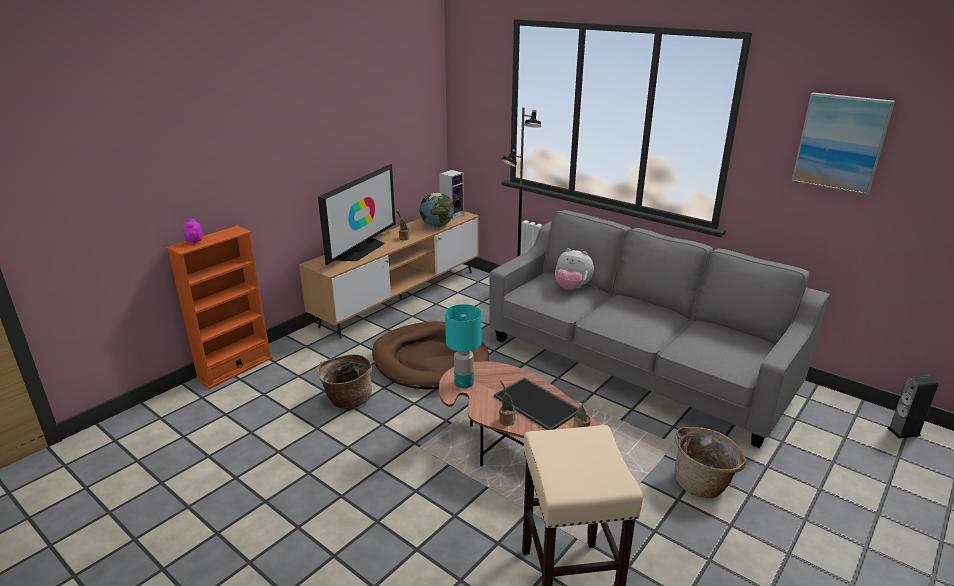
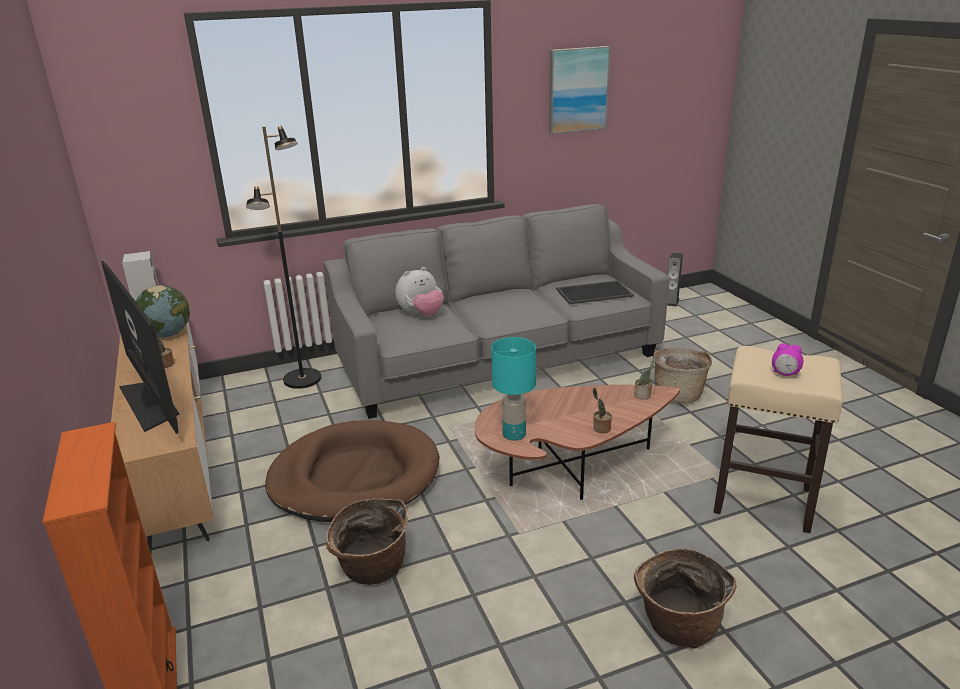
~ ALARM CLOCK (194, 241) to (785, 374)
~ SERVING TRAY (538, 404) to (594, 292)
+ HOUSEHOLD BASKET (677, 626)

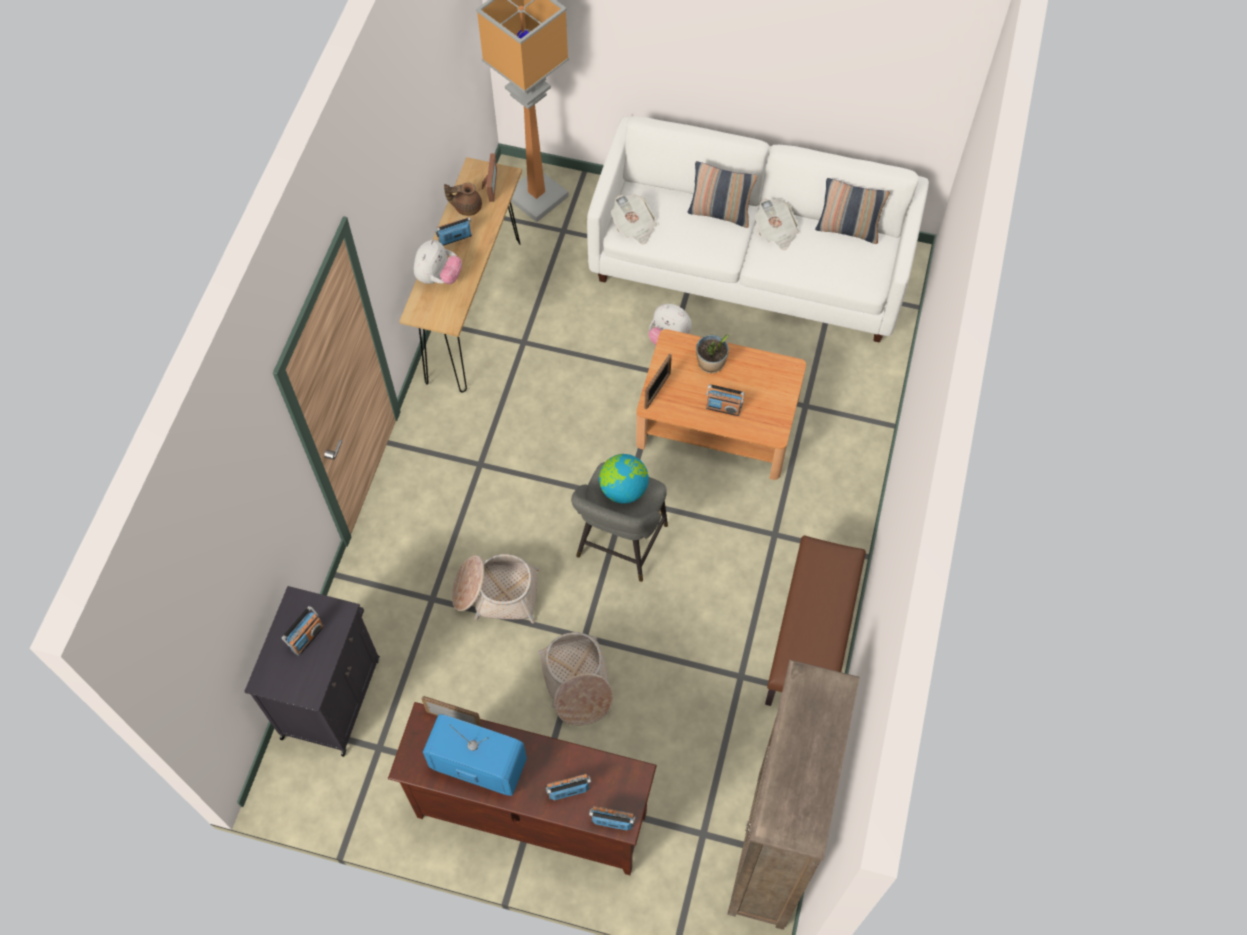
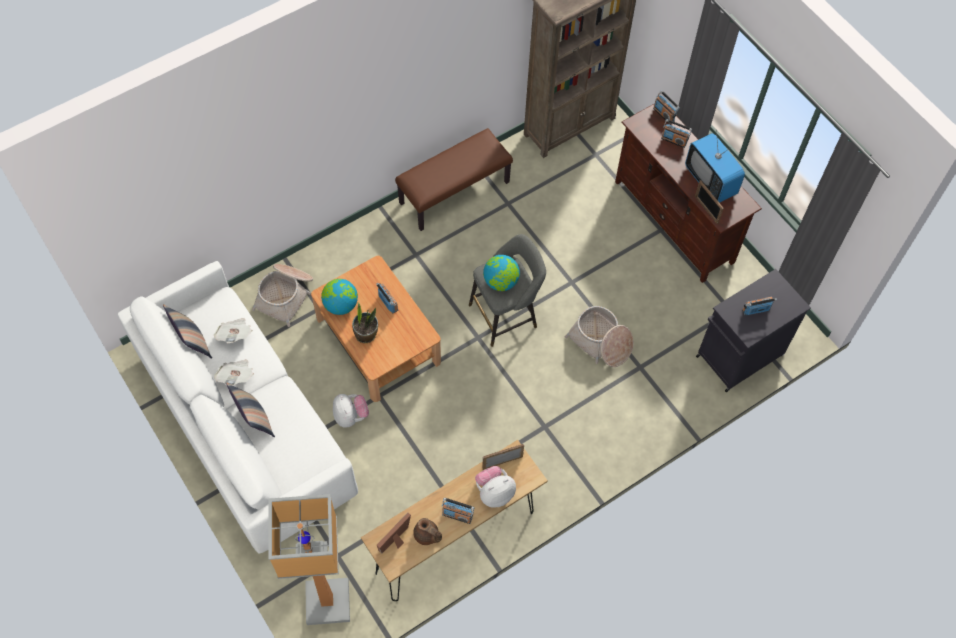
~ DAILY PAPER (634, 227) to (235, 335)
~ PICTURE FRAME (657, 390) to (502, 462)
~ HOUSEHOLD BASKET (577, 683) to (286, 295)
+ WORLD GLOBE (341, 305)

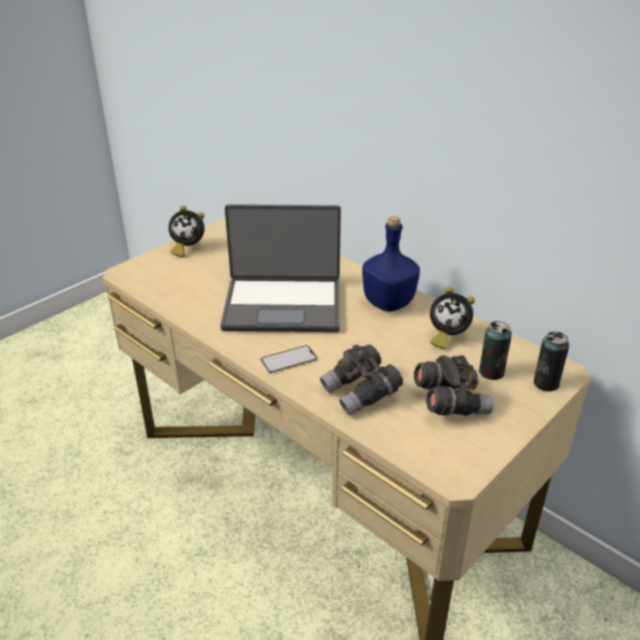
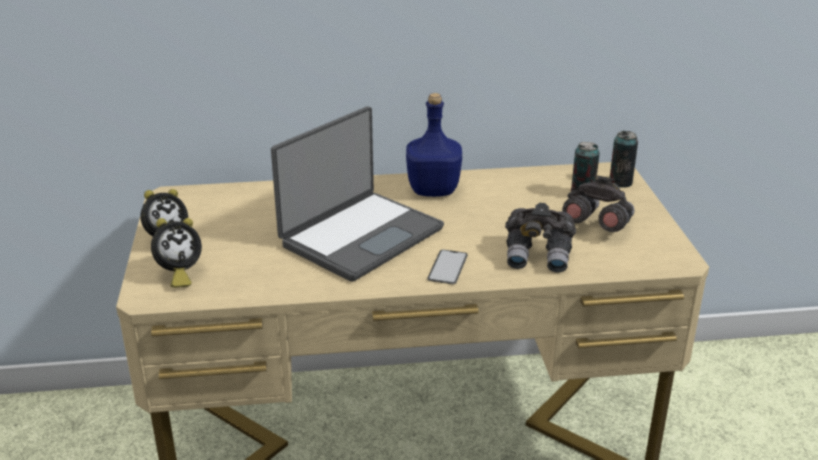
~ ALARM CLOCK (446, 336) to (178, 275)

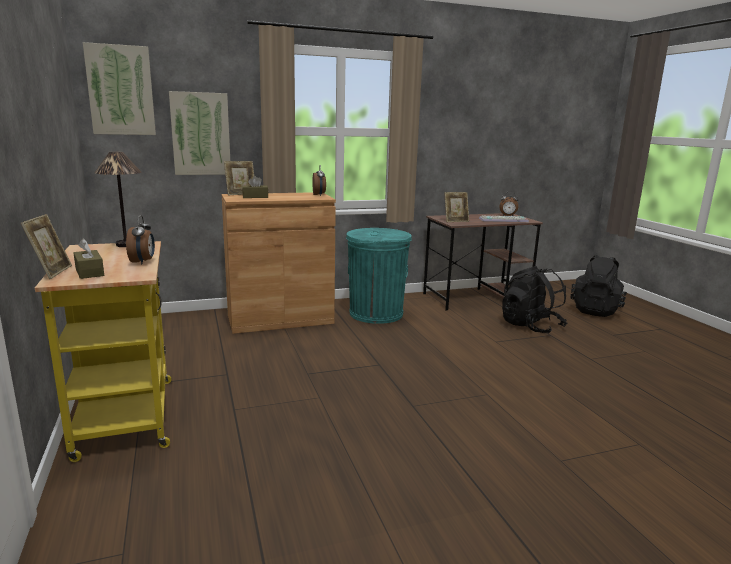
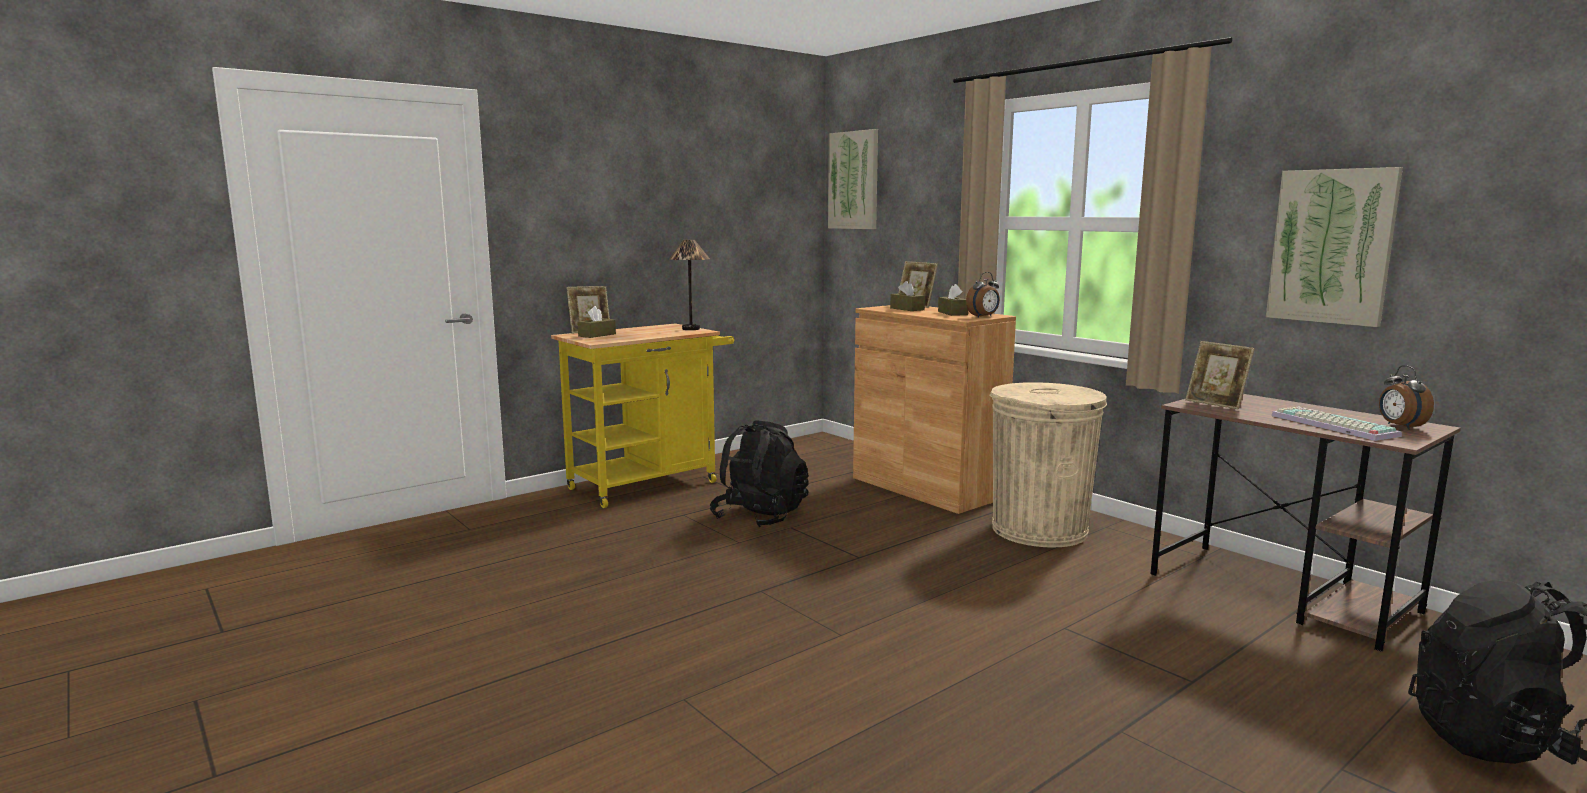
~ PICTURE (200, 134) to (1332, 246)
- ALARM CLOCK (143, 262)
~ BLUE-GREEN TRASH CAN (376, 313) to SAND-COLOURED TRASH CAN (1039, 530)
~ BLACKISH RUCKSACK (530, 326) to (760, 517)
+ BROWNISH TISSUE BOX (952, 313)

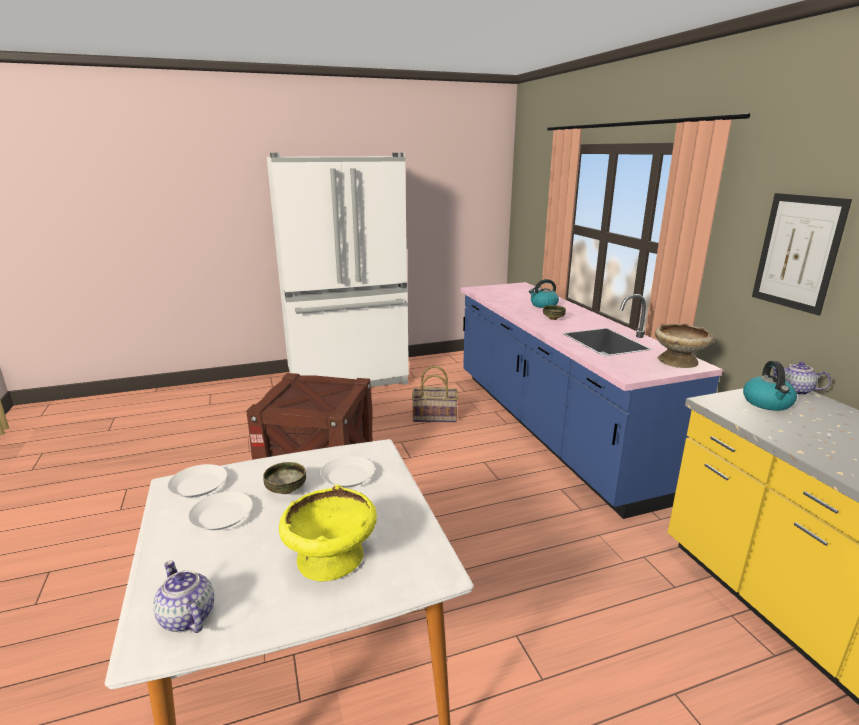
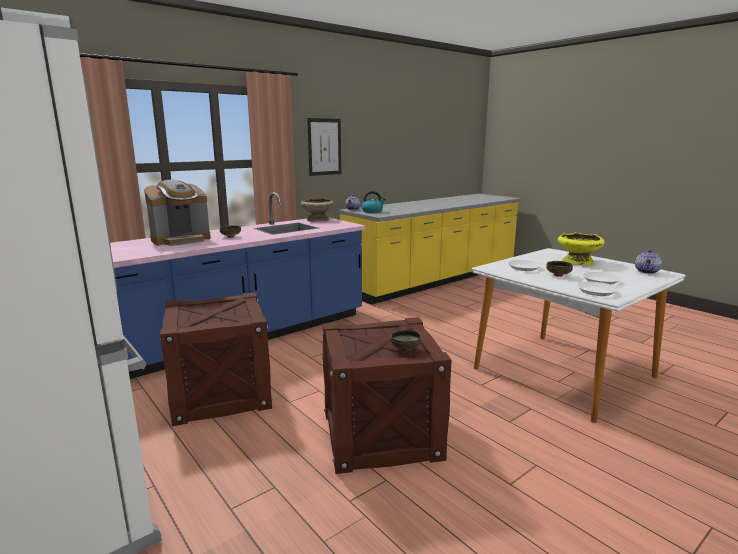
~ TEA KETTLE (543, 305) to COFFEE BREWER (181, 240)
~ HOUSEHOLD BASKET (435, 416) to PACKING CRATE (221, 394)
+ DEEP DISH (405, 349)

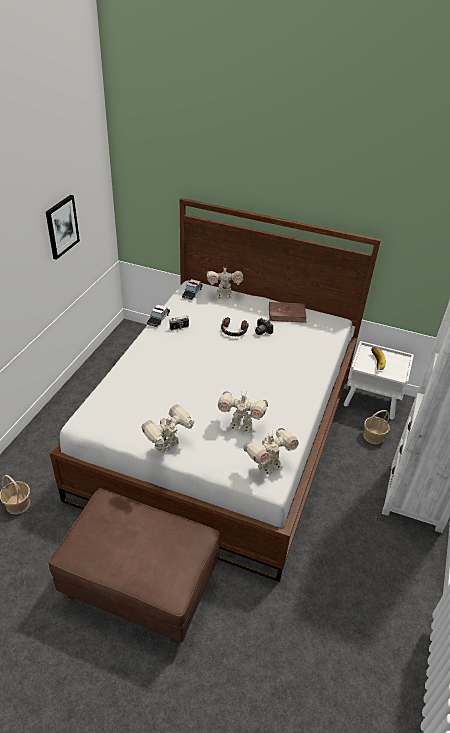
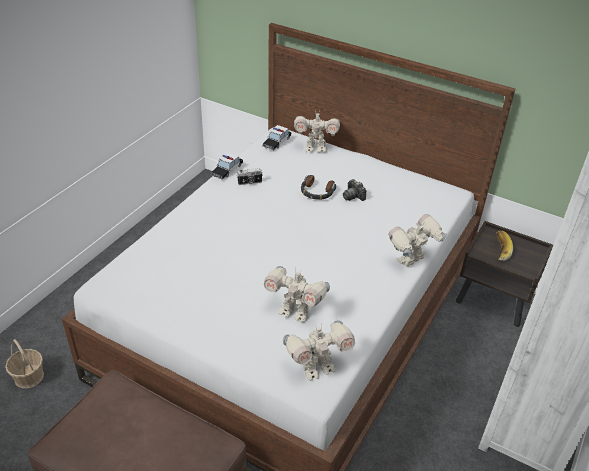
- PICTURE (61, 226)
- BROWNISH BOOK (287, 314)
~ WHITISH BEDSIDE TABLE (371, 401) to BROWNISH BEDSIDE TABLE (494, 301)
~ MODEL ROBOT (168, 446) to (411, 261)
- HOUSEHOLD BASKET (373, 436)

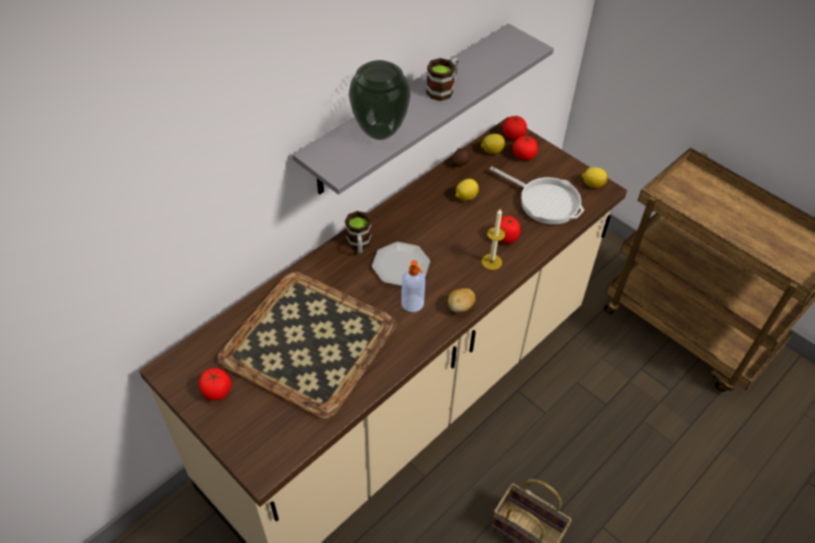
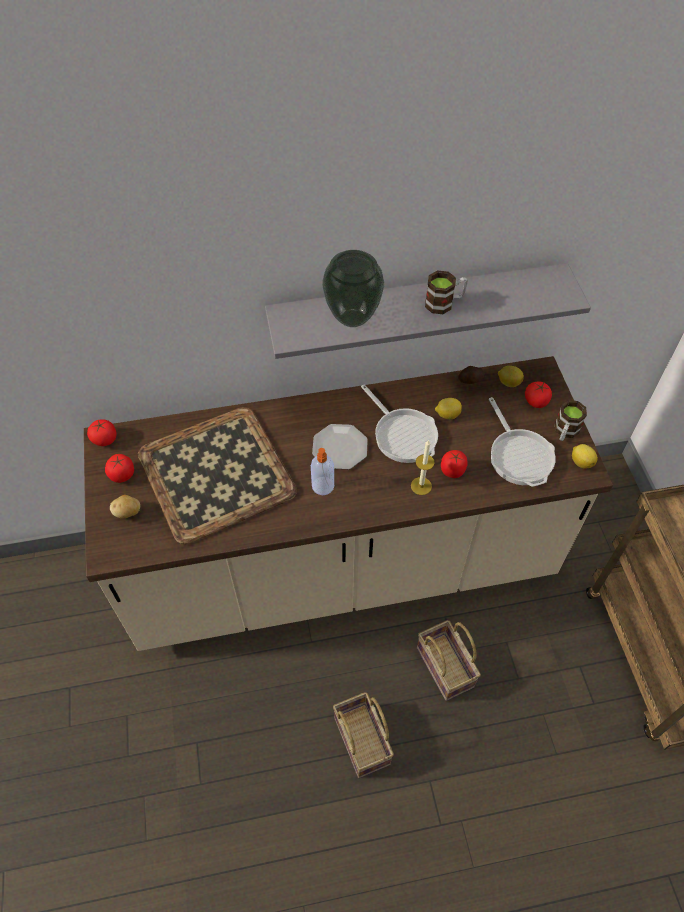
~ FRESH TOMATO (513, 135) to (105, 439)
~ COFFEE MUG (359, 244) to (565, 432)
~ SPUD (460, 307) to (128, 512)
+ SKILLET (402, 434)
+ HOUSEHOLD BASKET (447, 668)

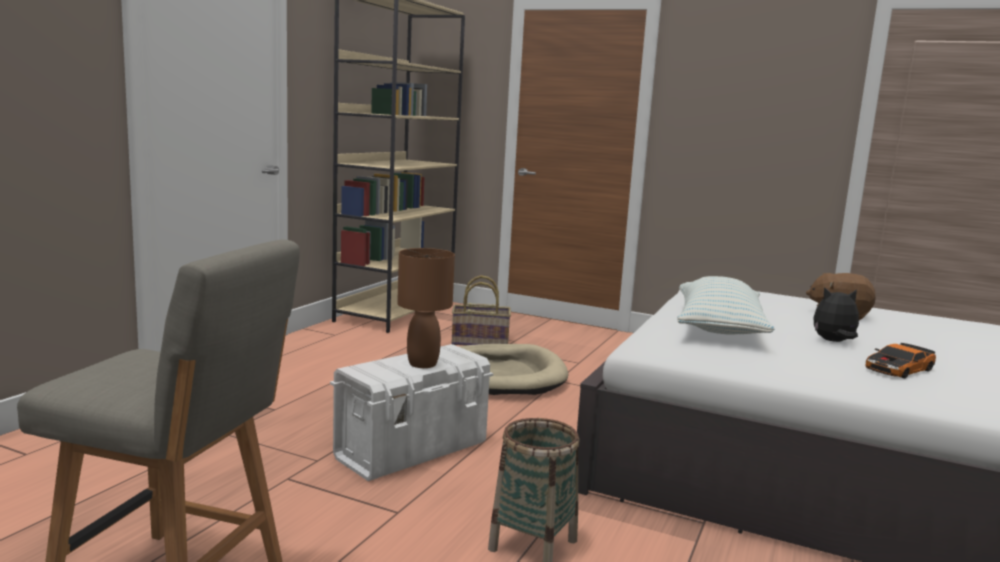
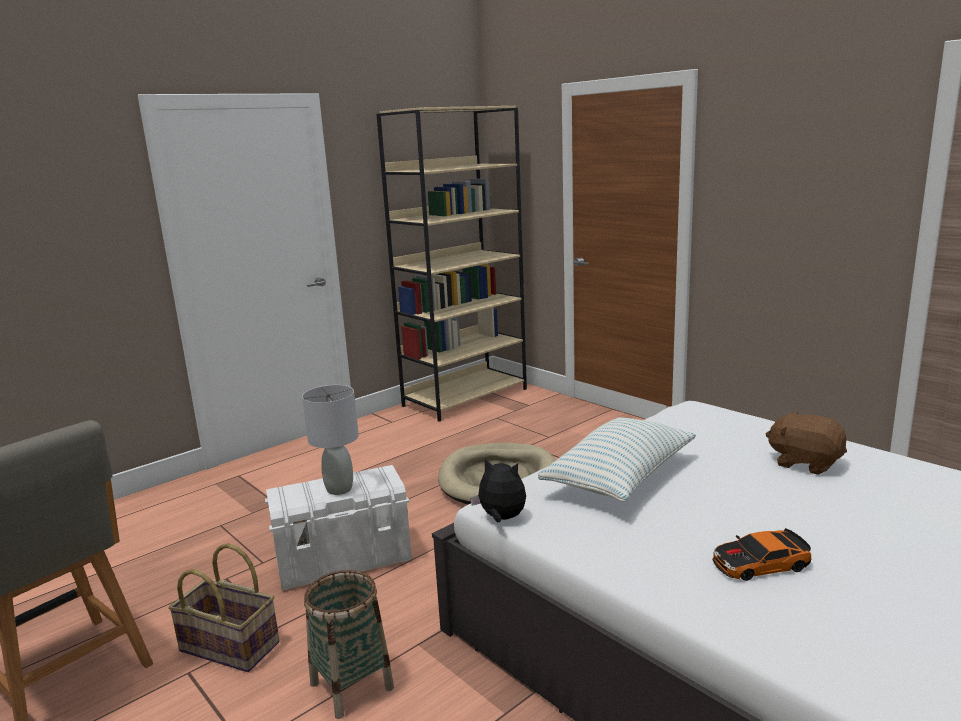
~ BROWNISH LAMP FOR A TABLE (422, 364) to GREY LAMP FOR A TABLE (339, 489)
~ HOUSEHOLD BASKET (480, 341) to (231, 646)
~ PLUSH TOY (833, 342) to (501, 518)

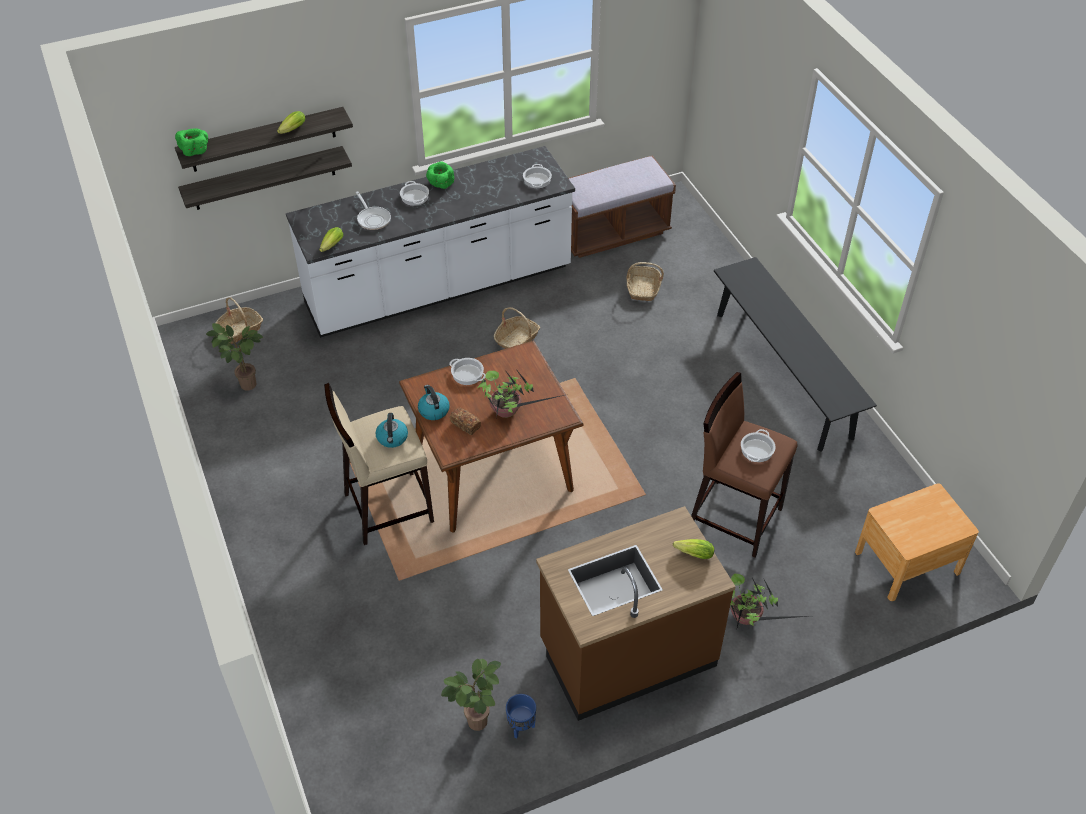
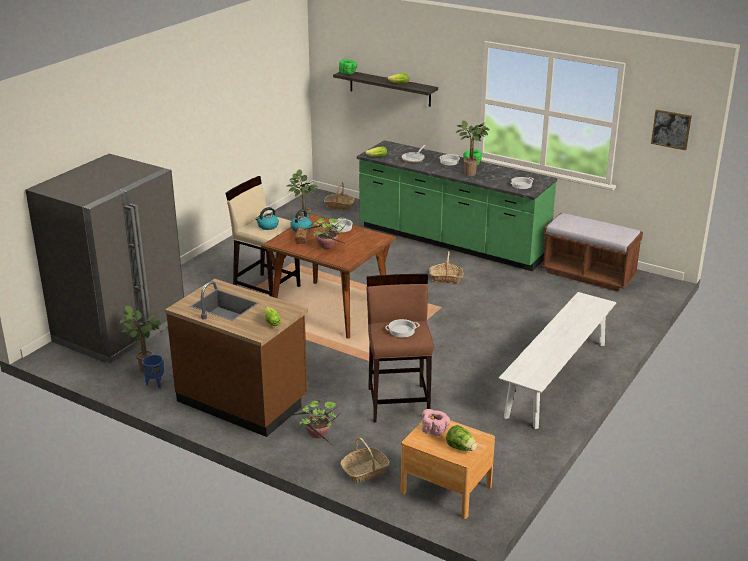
- SHELF (264, 178)
~ WHITISH COUNTER (439, 288) to GREENISH COUNTER (451, 242)
~ BLACKISH LONG SEAT (782, 374) to WHITISH LONG SEAT (557, 379)
~ HOUSEHOLD BASKET (643, 288) to (365, 471)
+ PICTURE (671, 129)
+ HOUSEPLANT (472, 173)
+ GREY KITCHEN FRIDGE (121, 329)
+ PINKISH DEEP DISH (434, 430)
+ LETTUCE HEAD (461, 448)

